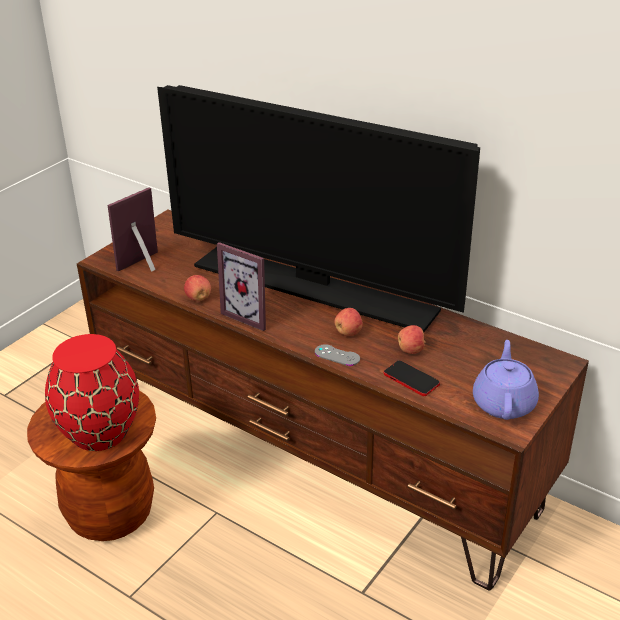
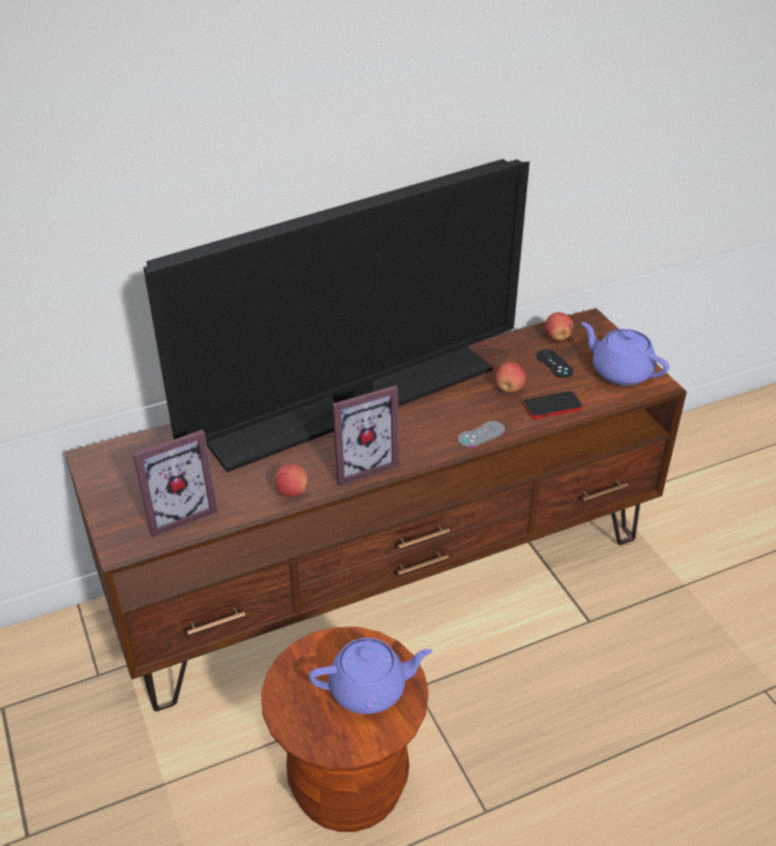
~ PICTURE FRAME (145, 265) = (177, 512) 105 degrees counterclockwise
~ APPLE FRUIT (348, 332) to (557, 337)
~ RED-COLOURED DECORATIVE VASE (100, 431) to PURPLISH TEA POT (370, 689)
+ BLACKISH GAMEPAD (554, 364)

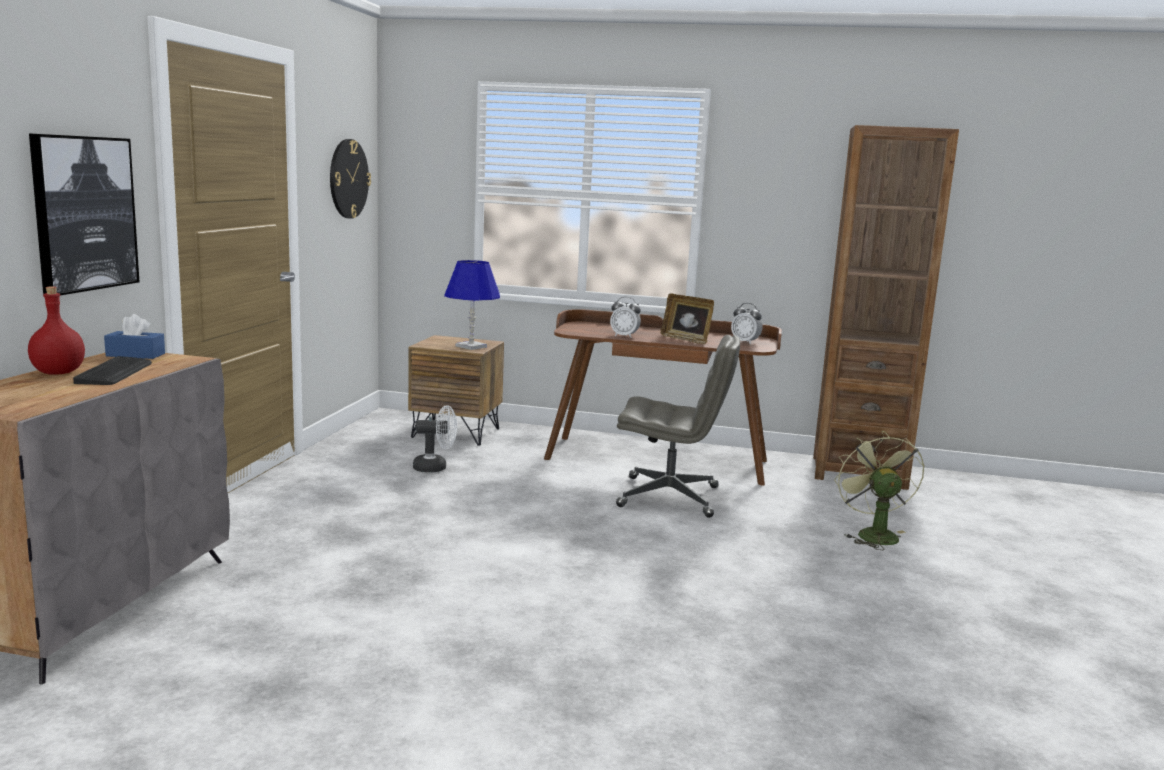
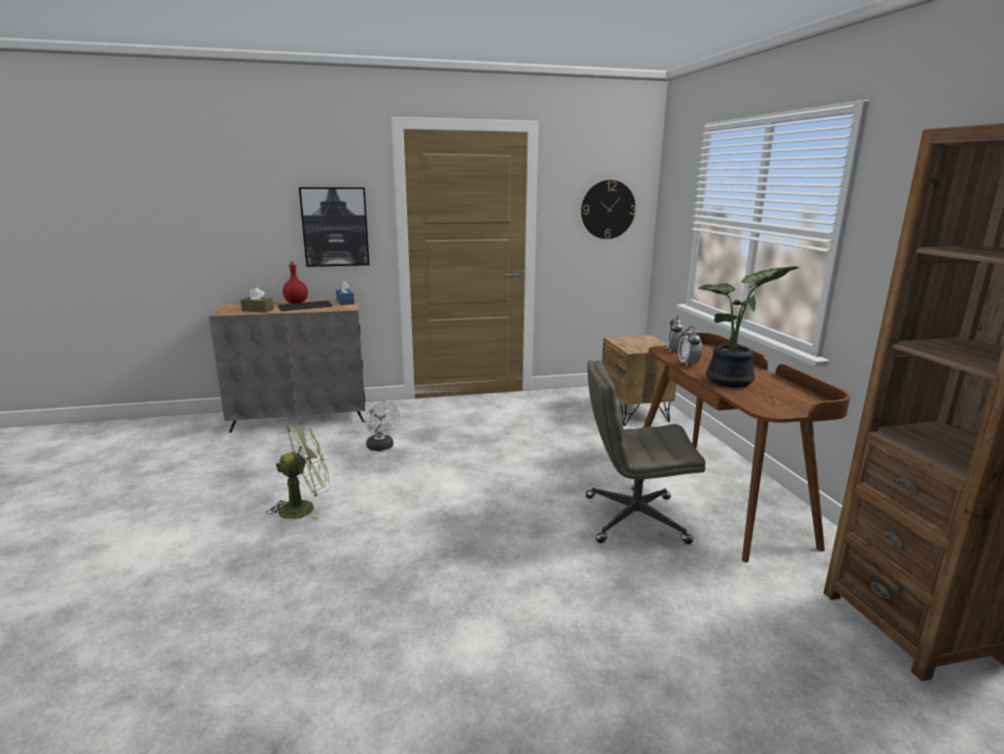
- BLUISH LAMP FOR A TABLE (471, 346)
~ PICTURE FRAME (686, 339) to HOUSEPLANT (732, 382)
~ ALARM CLOCK (745, 342) to (674, 350)
~ GREY OFFICE CHAIR (670, 497) = (633, 519) 105 degrees clockwise
~ WHITISH FAN (435, 468) to (382, 447)
~ GREENISH FAN (872, 534) to (304, 507)
+ BROWNISH TISSUE BOX (258, 310)

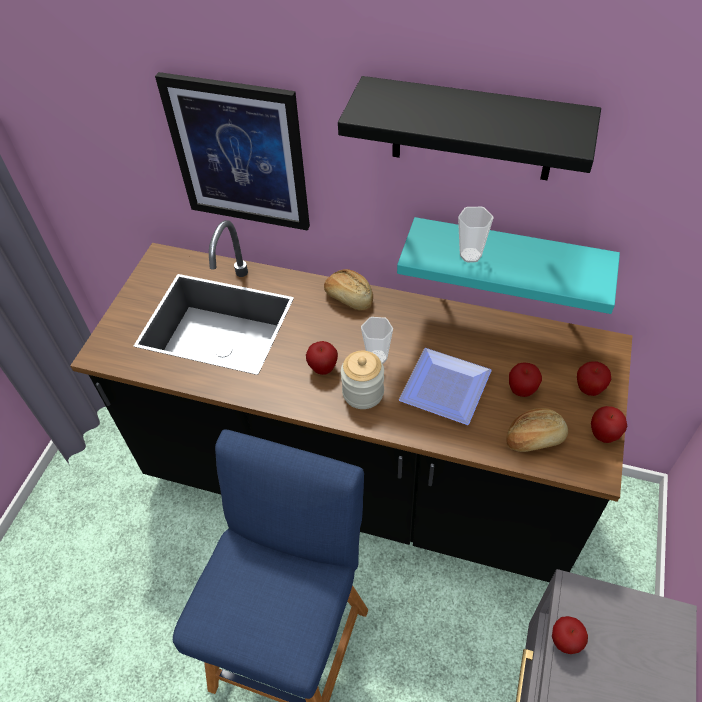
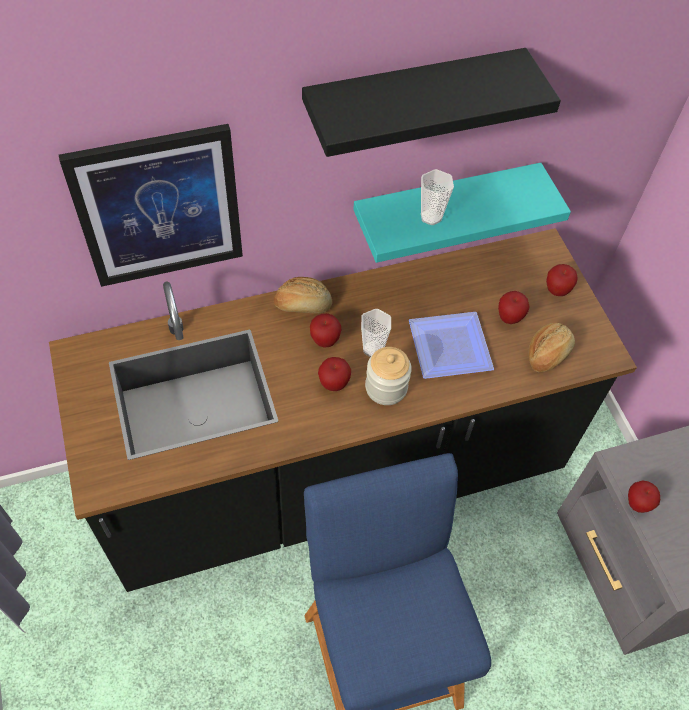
~ APPLE FRUIT (603, 435) to (325, 340)

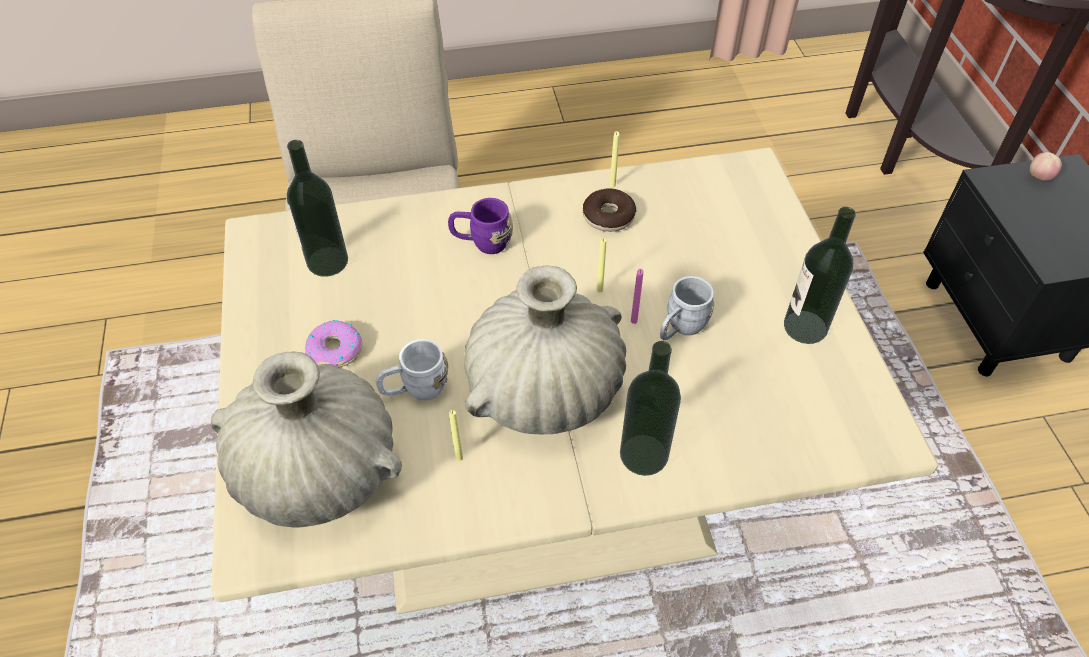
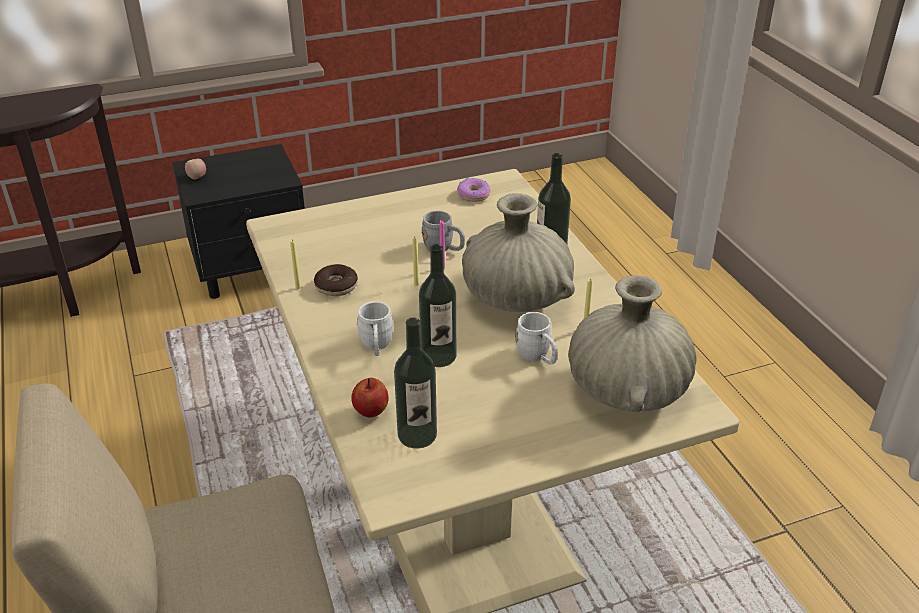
~ PURPLISH COFFEE MUG (482, 242) to WHITISH COFFEE MUG (376, 347)
~ BOTTLE (805, 327) to (438, 356)
~ DONUT (335, 350) to (474, 195)
+ APPLE FRUIT (371, 411)

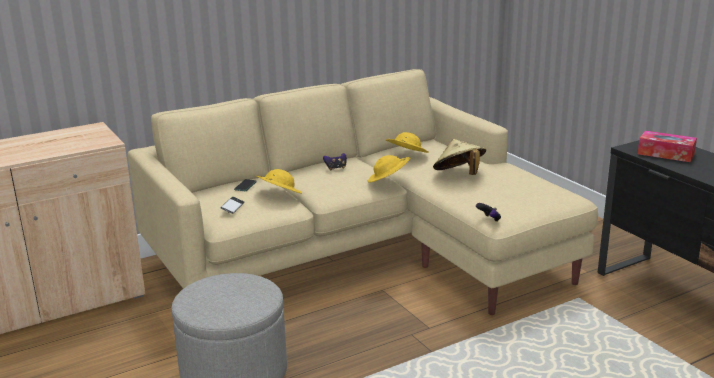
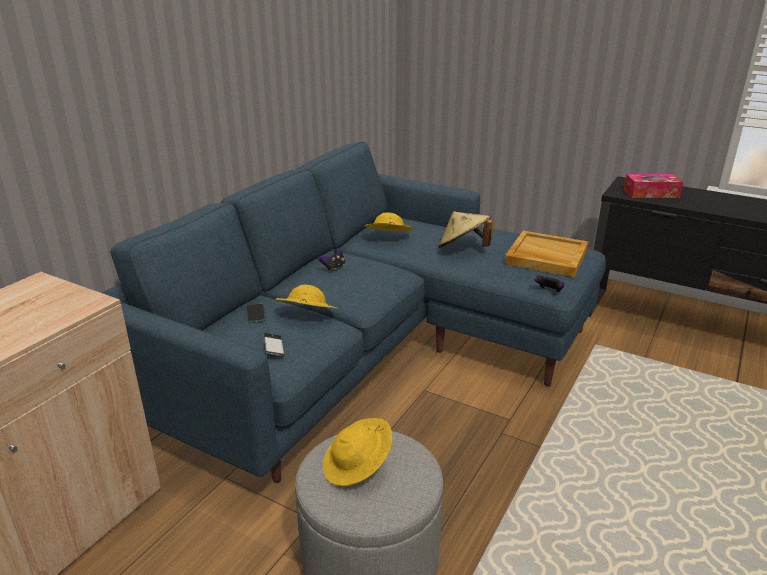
~ SAND-COLOURED SETTEE (363, 254) to BLUISH SETTEE (366, 354)
~ YELLOW-COLOURED HAT (388, 181) to (357, 466)
+ SAND-COLOURED SERVING TRAY (545, 257)

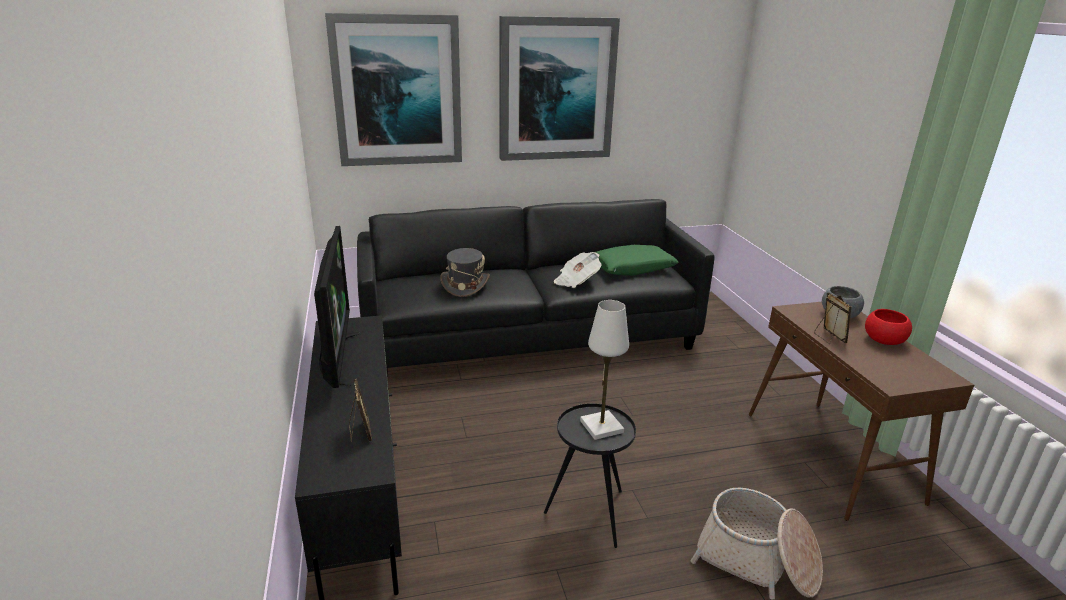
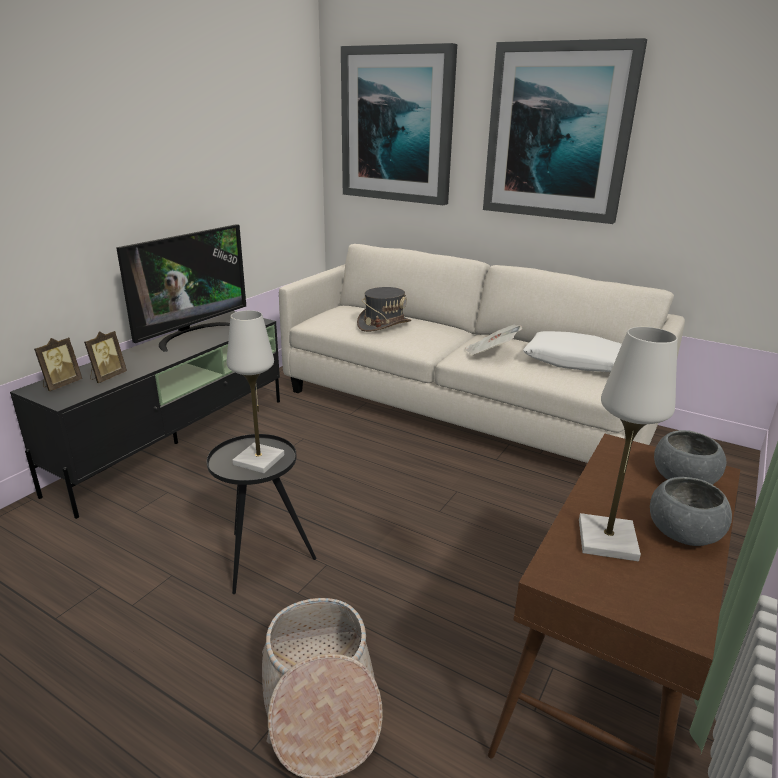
~ BLACKISH SETTEE (530, 336) to WHITISH SETTEE (462, 408)
~ GREENISH PILLOW (632, 268) to WHITISH PILLOW (576, 362)
~ PICTURE FRAME (828, 338) to (61, 385)
~ RED-COLOURED DEEP DISH (883, 340) to GREY DEEP DISH (683, 533)
+ WHITISH LAMP FOR A TABLE (607, 540)

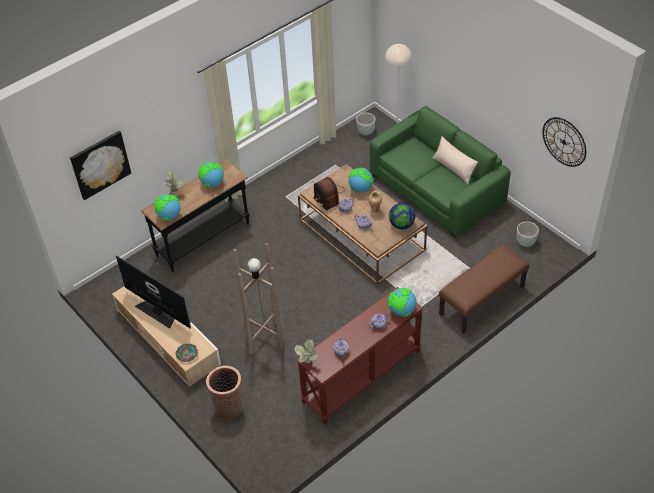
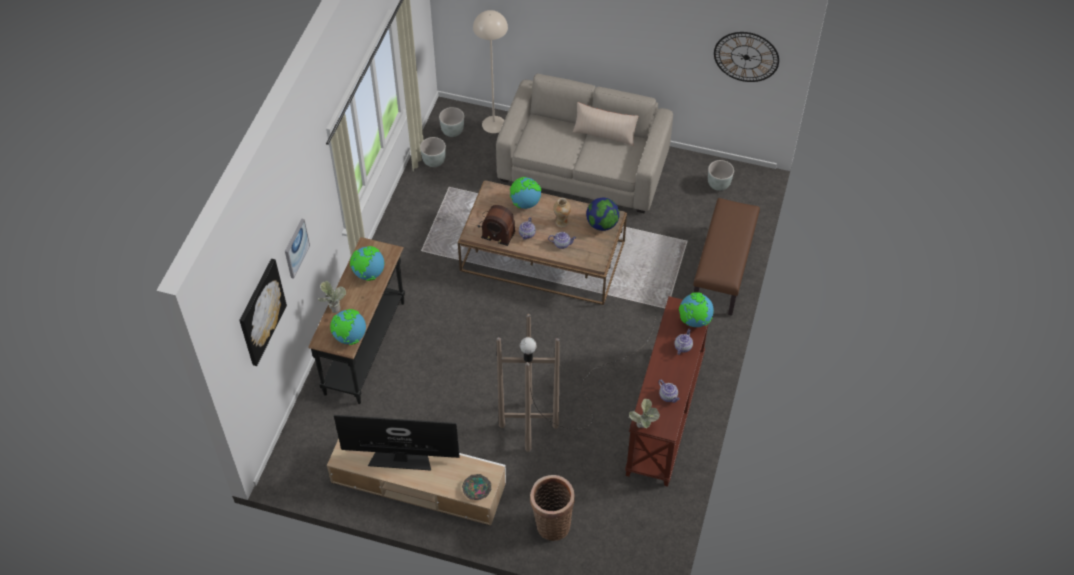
~ GREENISH SETTEE (437, 189) to SAND-COLOURED SETTEE (583, 166)
+ GREY FLOWER POT (434, 161)
+ PICTURE (296, 248)

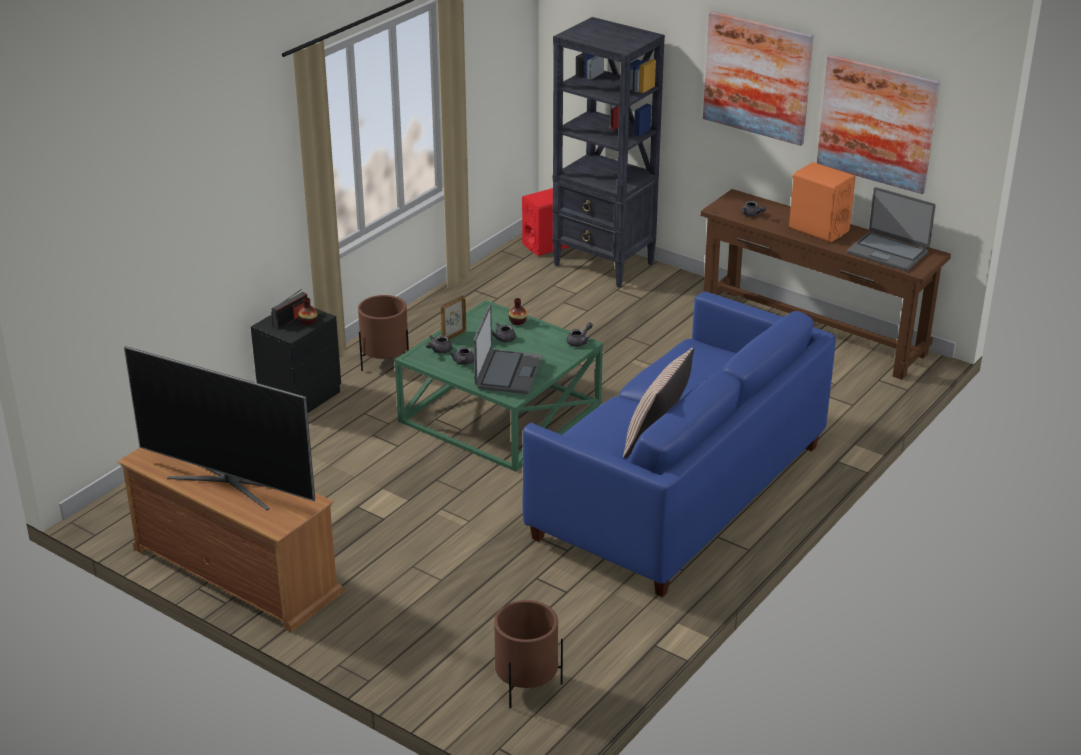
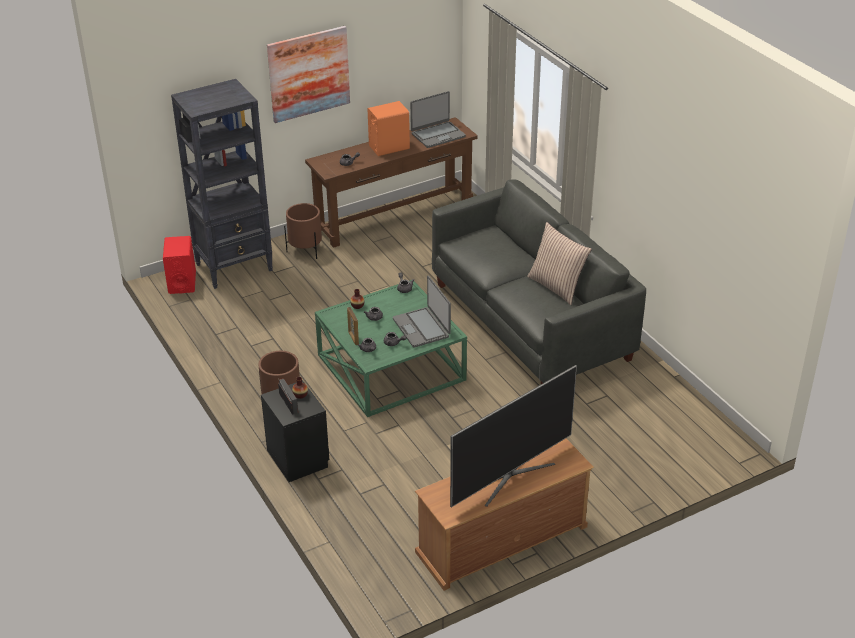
- PICTURE (877, 123)
~ BLUISH SETTEE (679, 491) to GREY SETTEE (531, 321)
~ PORTABLE COMPUTER (507, 373) = (422, 328) 150 degrees counterclockwise
~ BROWNISH FLOWER POT (526, 685) to (305, 250)

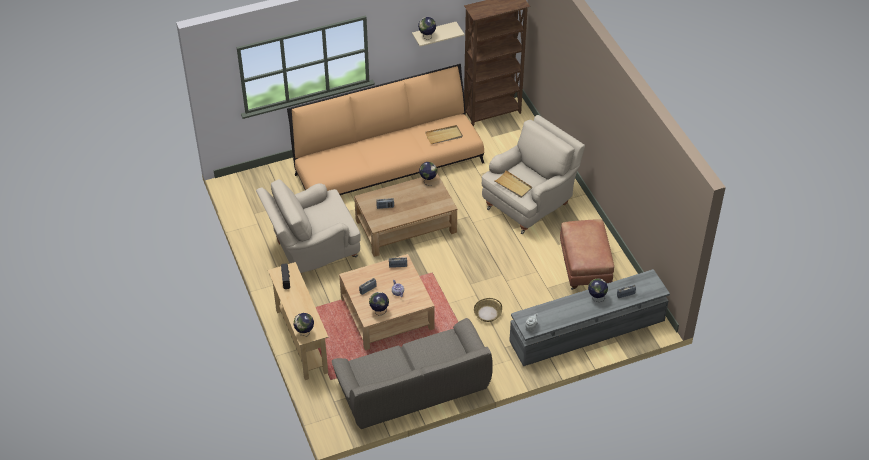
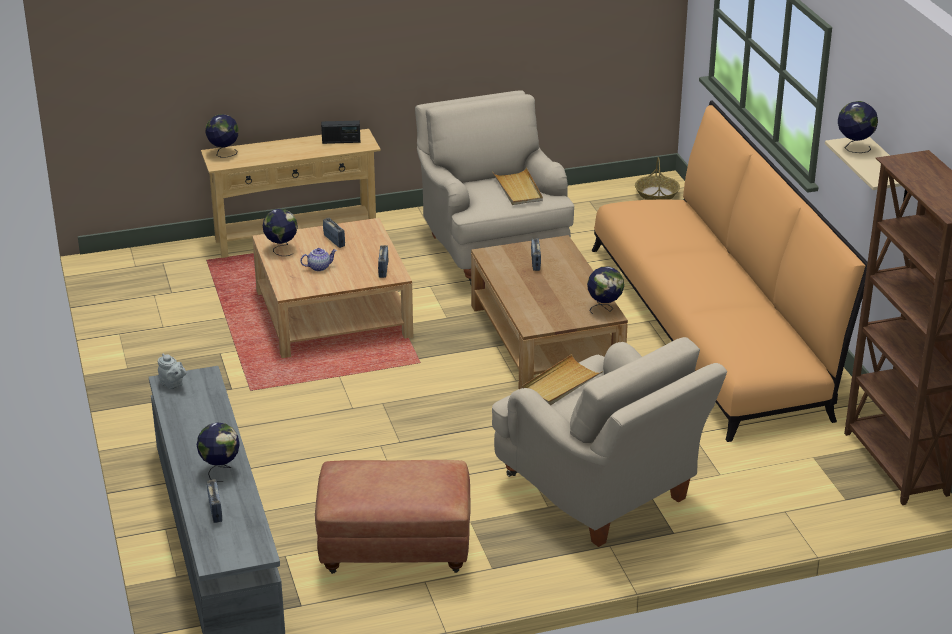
~ SAND-COLOURED SERVING TRAY (444, 136) to (518, 189)
~ HOUSEHOLD BASKET (487, 313) to (656, 194)
- SETTEE (412, 385)

